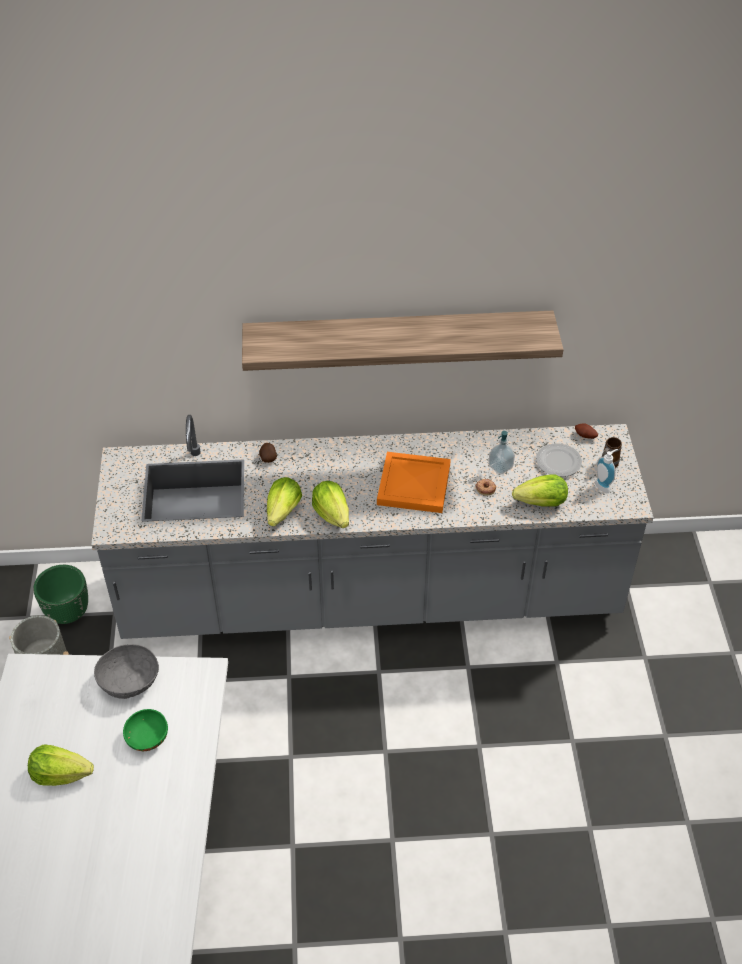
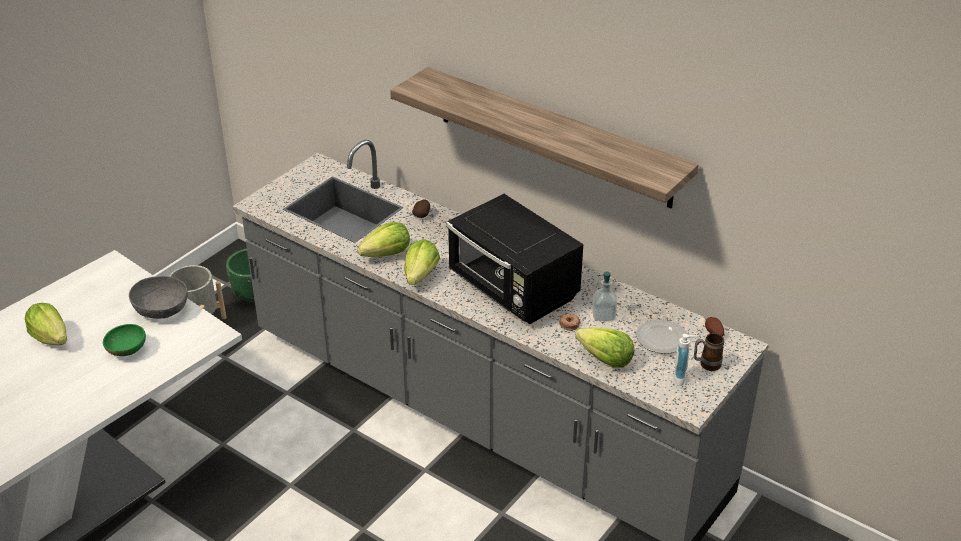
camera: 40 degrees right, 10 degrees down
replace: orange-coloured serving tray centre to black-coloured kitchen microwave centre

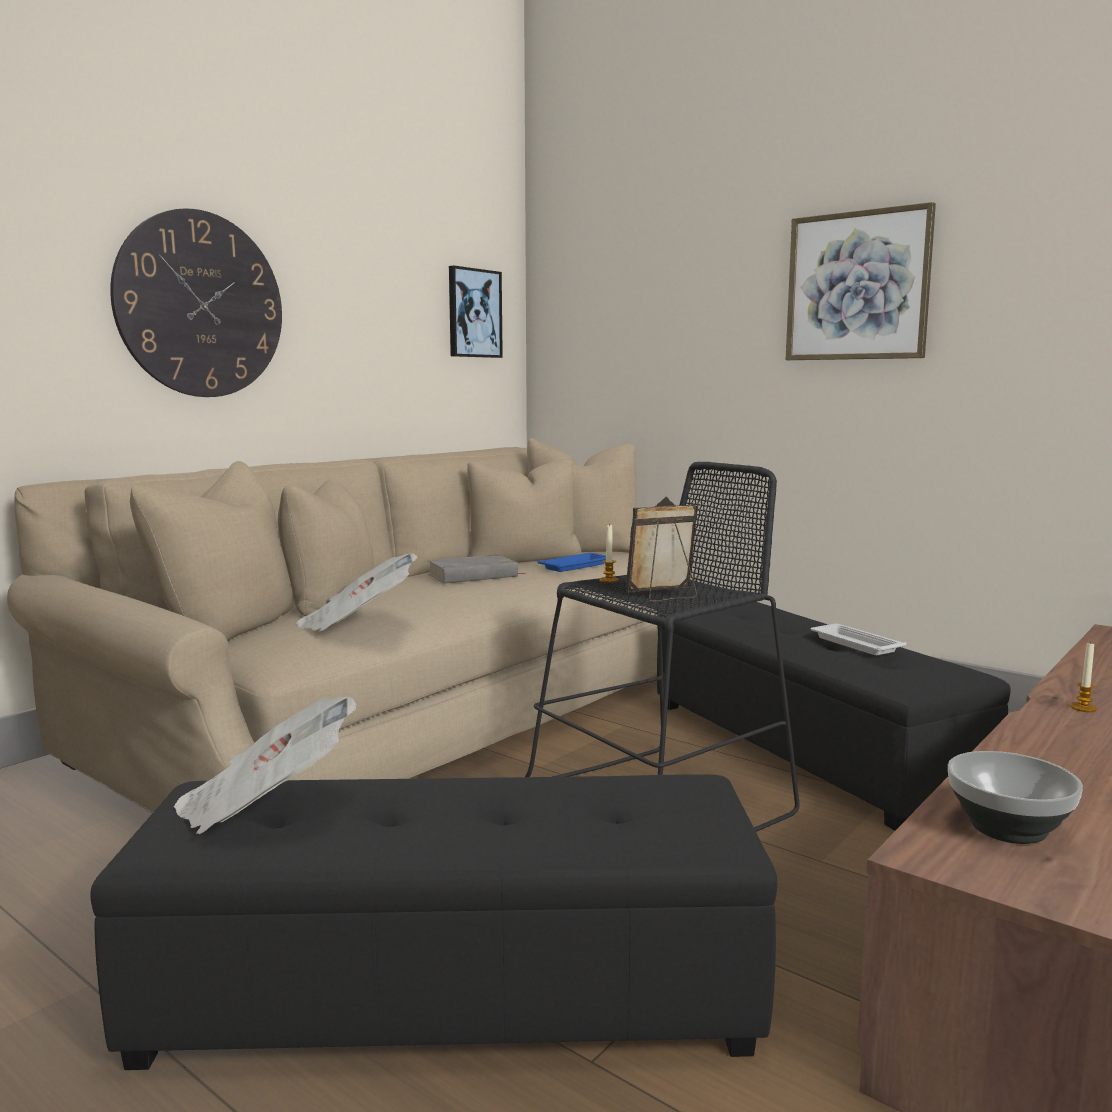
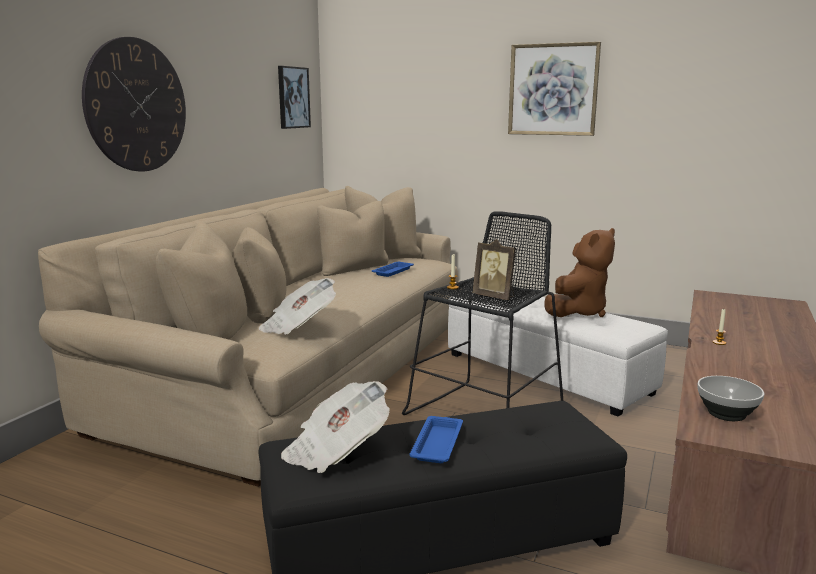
camera: 15 degrees left, 5 degrees up
delete: greyish book centre
insert: blue-coloured serving tray (2nd from left) bottom centre
replace: white serving tray middle right to brown-coloured cuddly toy middle right
recolor: black-coloured pouffe (2nd from left) middle right to white pouffe middle right
rotate: photo frame centre = centre 105 degrees counterclockwise

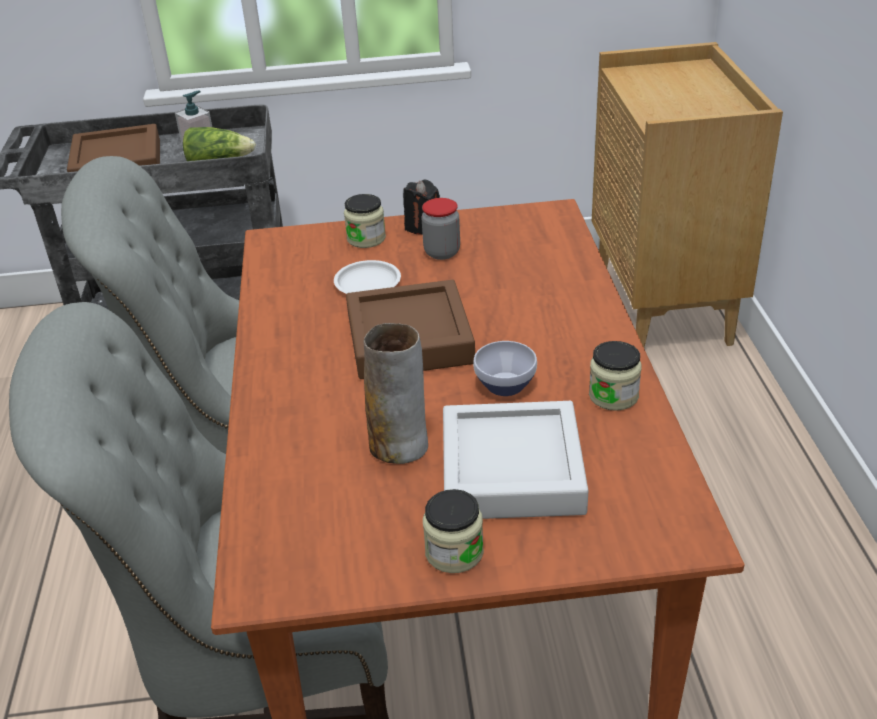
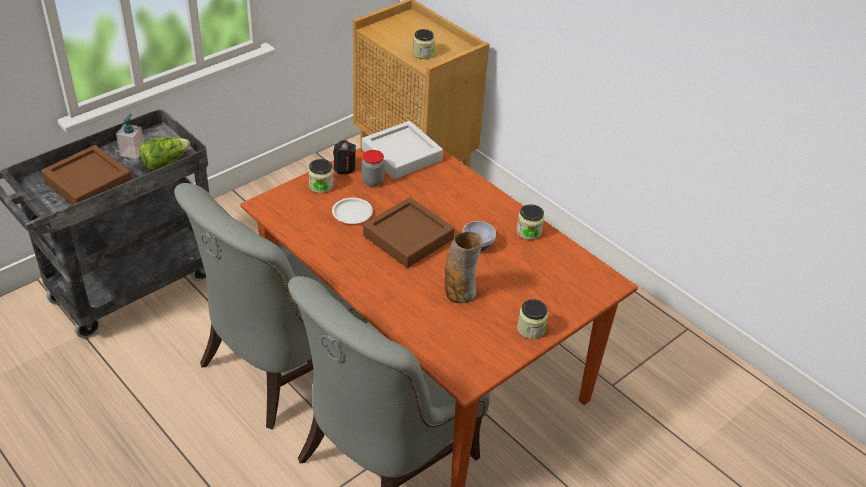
camera: 40 degrees left, 5 degrees up
insert: jar (3rd from left) top centre
move: greyish serving tray centre to top centre

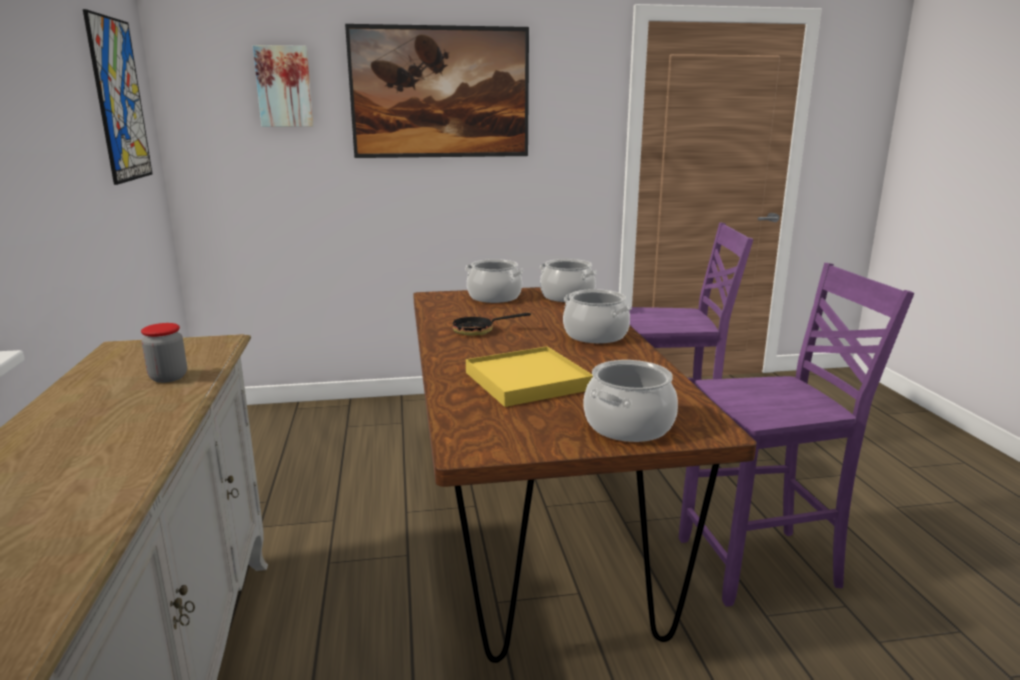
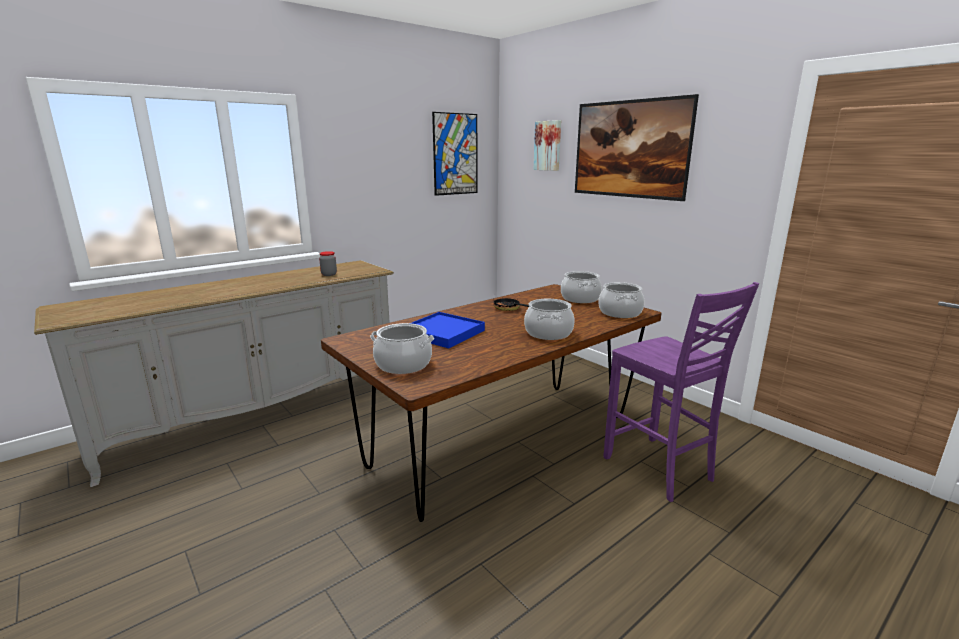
camera: 60 degrees right, 0 degrees up
delete: purple-coloured upright chair (2nd from left) middle right
recolor: yellow-coloured serving tray centre to blue-coloured serving tray centre

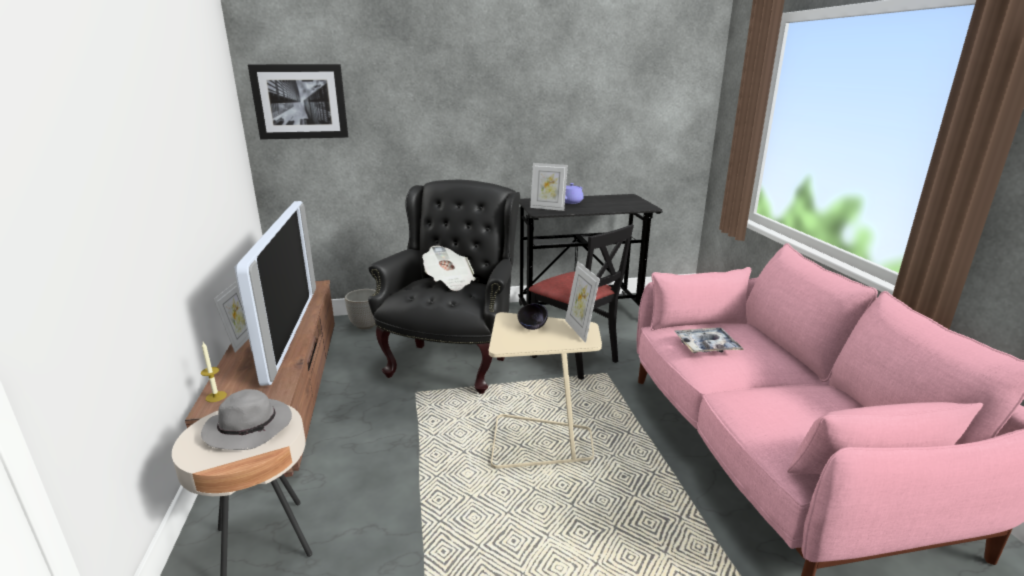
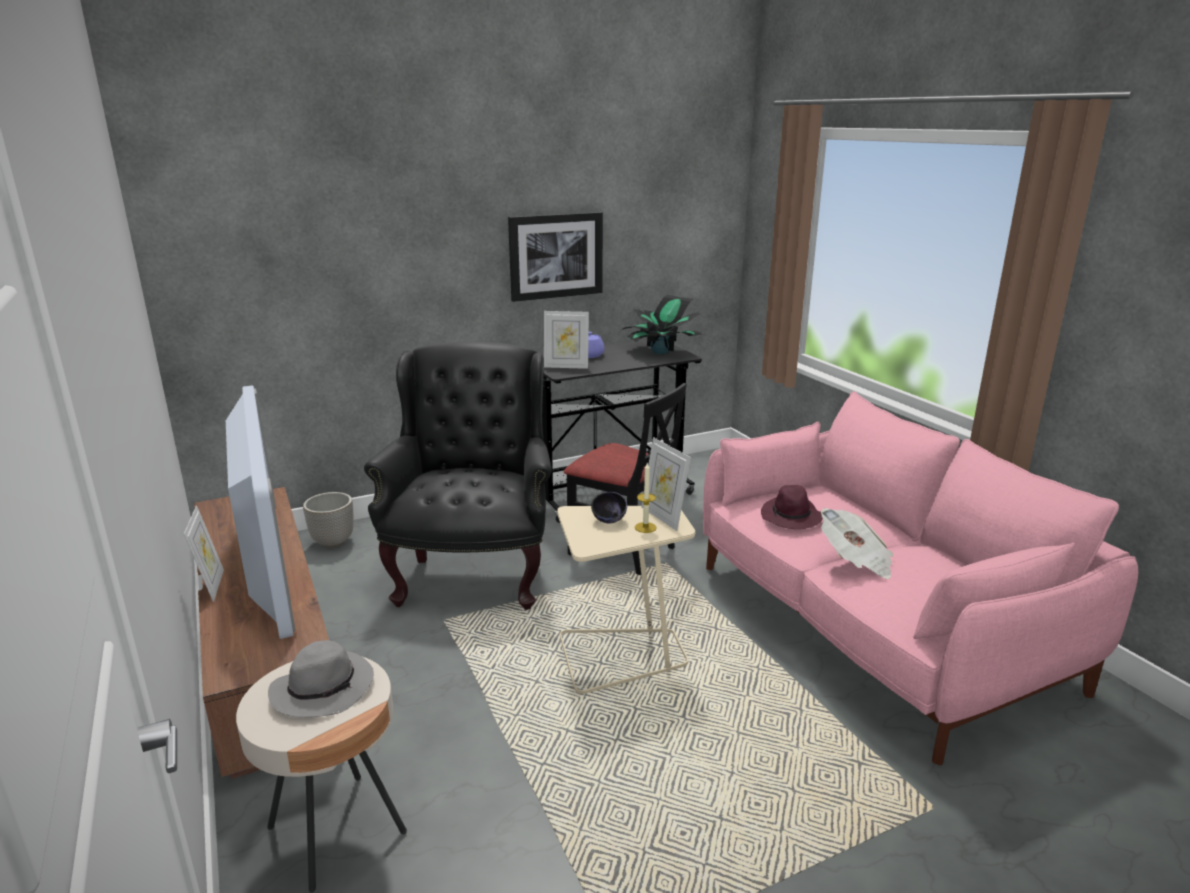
camera: 15 degrees left, 0 degrees up
insert: houseplant centre
move: wax light middle left to centre; picture top left to top centre; printed paper centre to middle right
replace: serving tray middle right to purple-coloured clothing hat centre

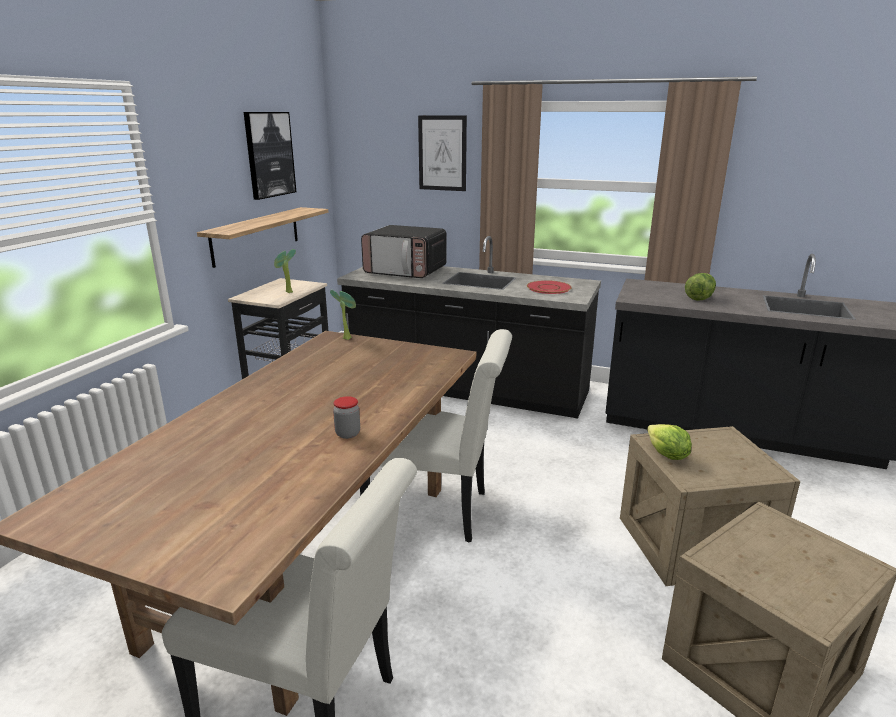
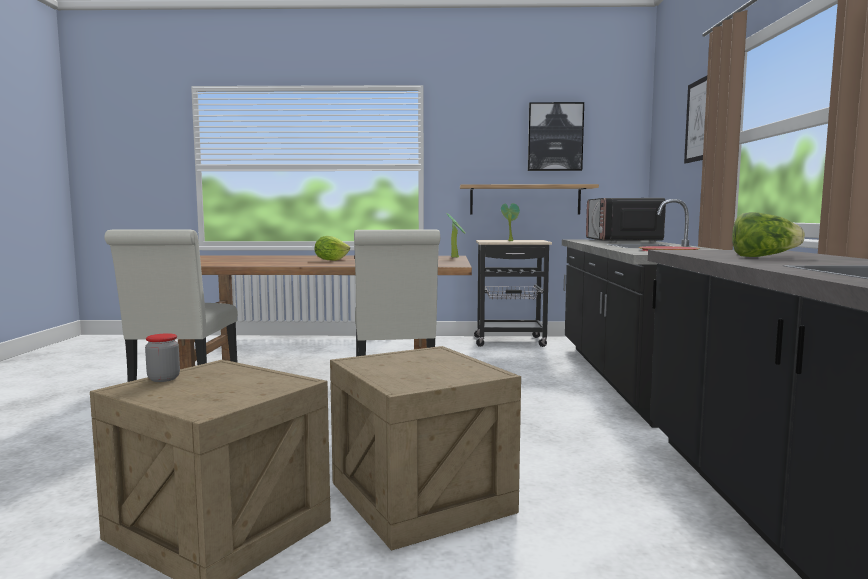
camera: 70 degrees right, 15 degrees down
move: jar centre to middle left; lettuce head (1st from left) middle right to centre

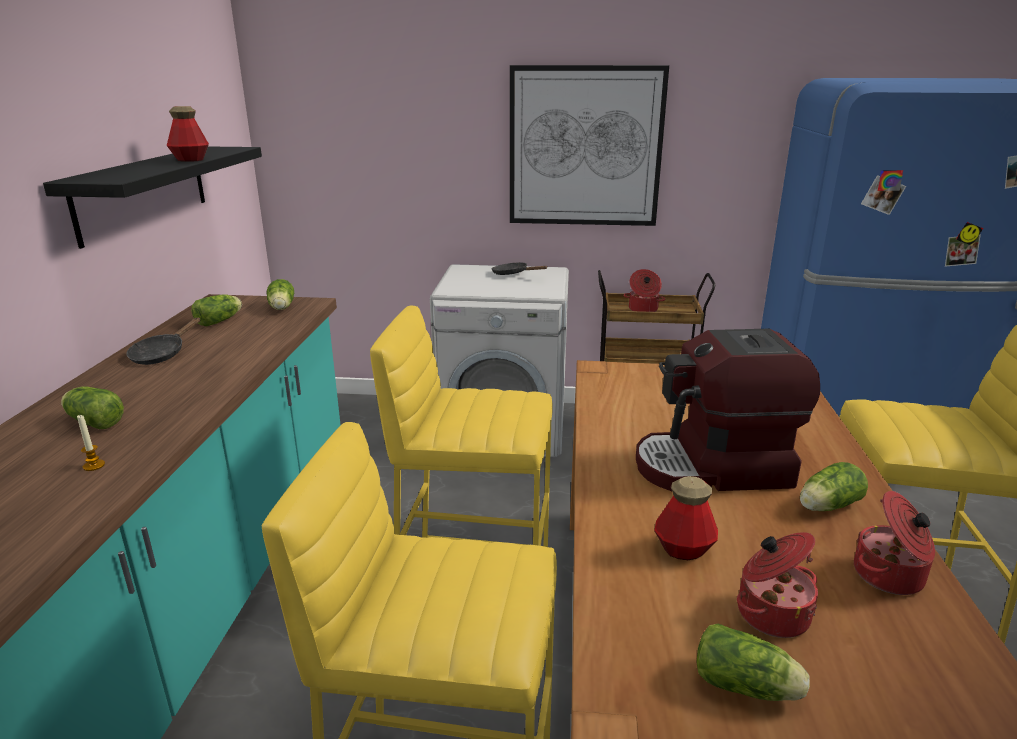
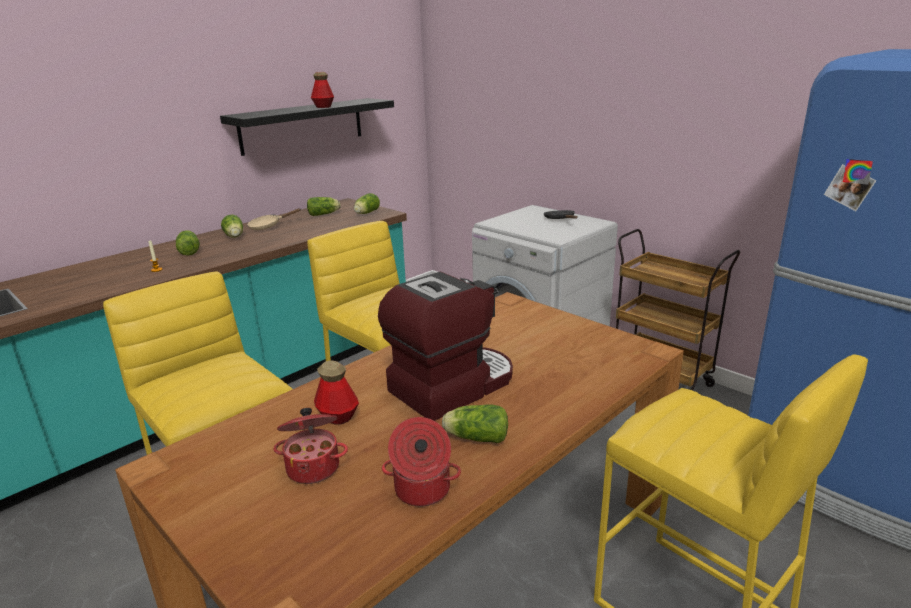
camera: 40 degrees right, 0 degrees up
delete: picture top centre; stockpot (1st from left) centre
move: lettuce head (4th from left in the first image) bottom right to lettuce head (2nd from left) middle left
recolor: black-coloured pan (1st from left) middle left to beige-coloured pan middle left
rotate: coffee machine middle right = centre 105 degrees clockwise

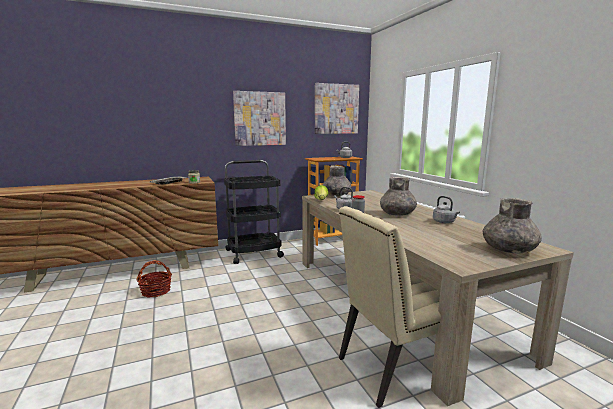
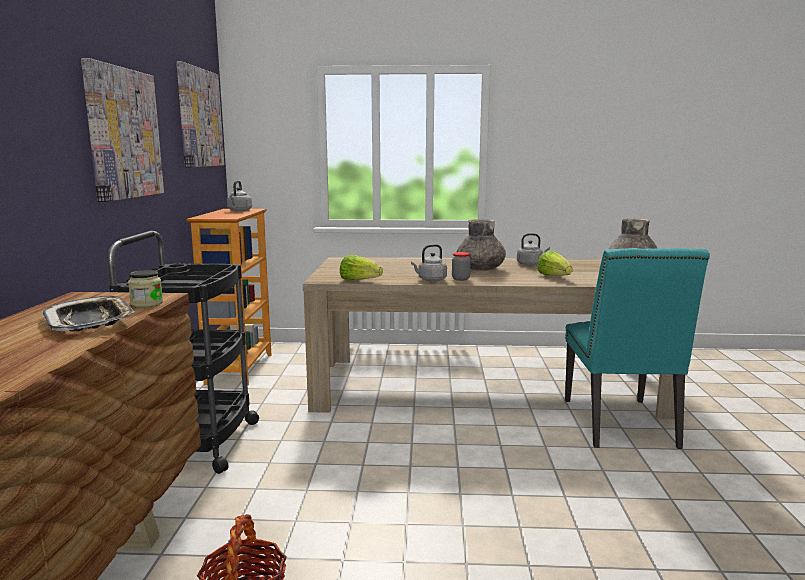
camera: 65 degrees left, 0 degrees up
delete: greyish flower vase (1st from left) centre
insert: lettuce head (2nd from left) middle right
recolor: beige-coloured upright chair bottom centre to turquoise upright chair middle right

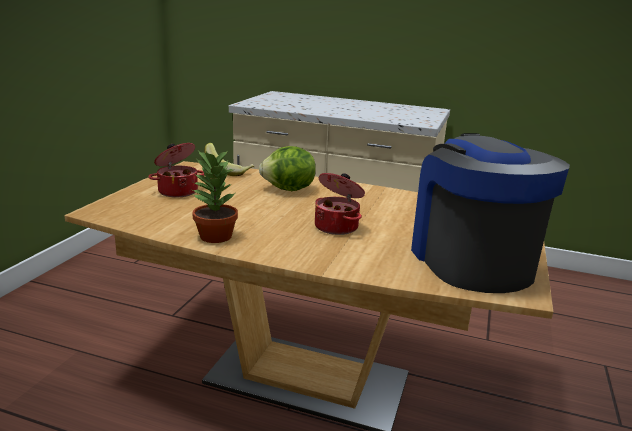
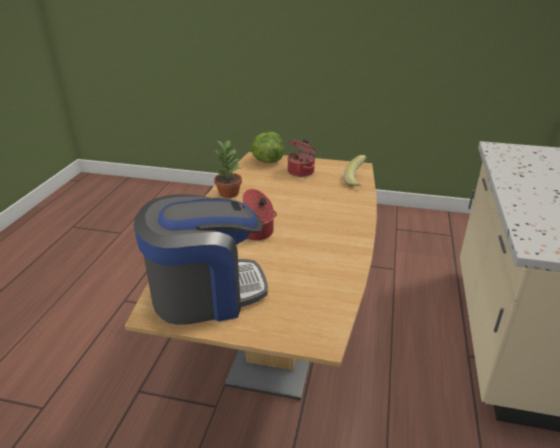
camera: 85 degrees right, 10 degrees up
move: lettuce head centre to top centre

